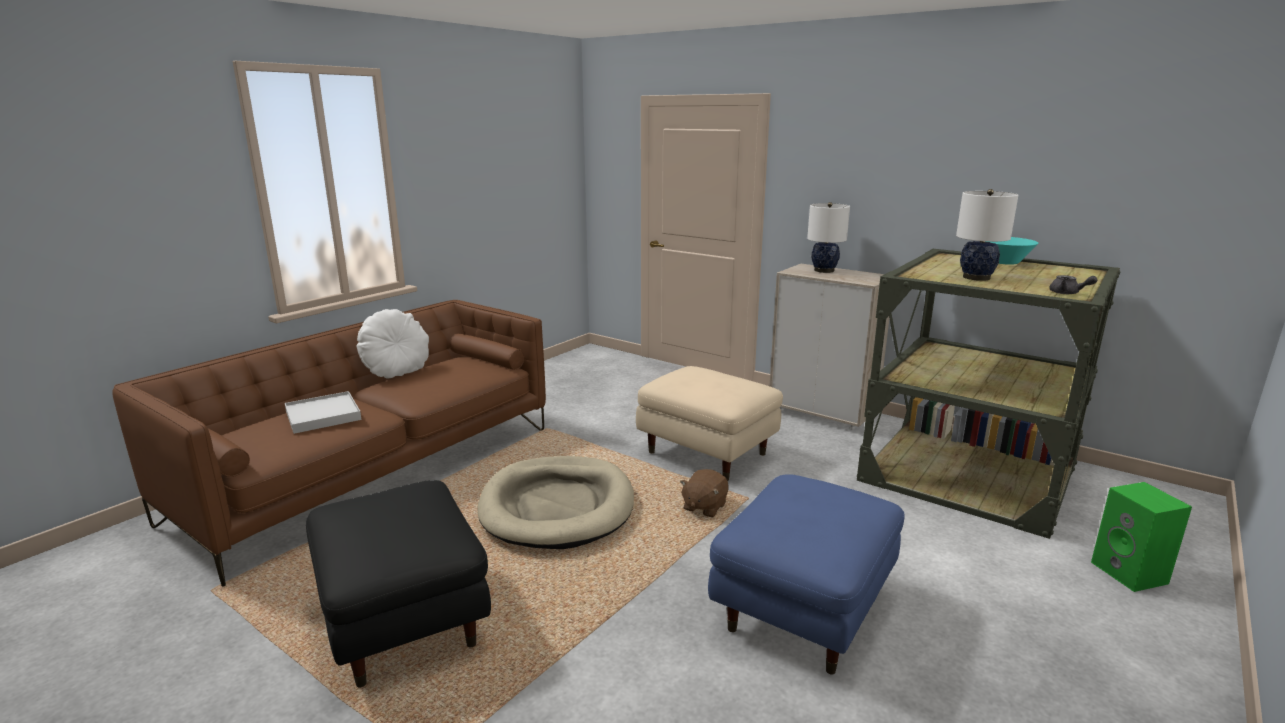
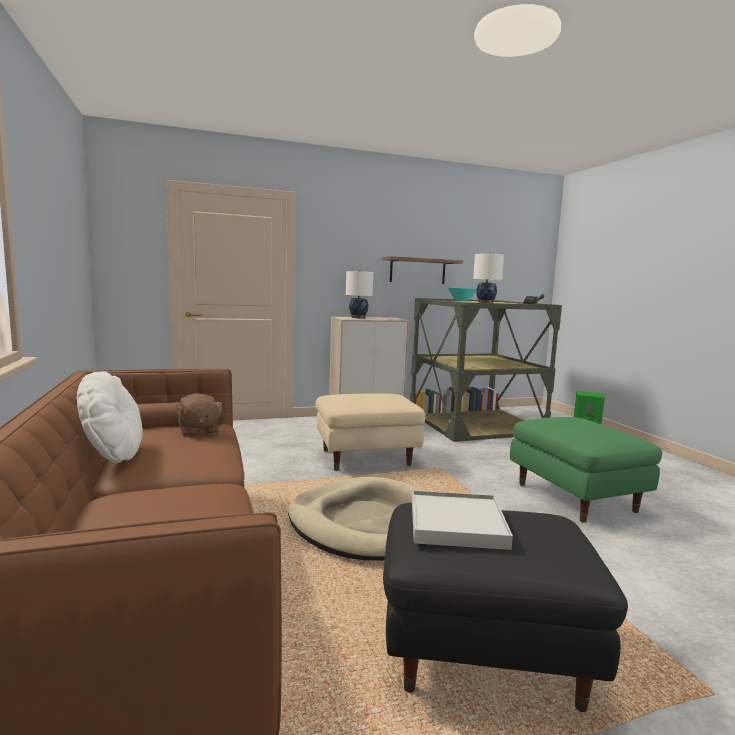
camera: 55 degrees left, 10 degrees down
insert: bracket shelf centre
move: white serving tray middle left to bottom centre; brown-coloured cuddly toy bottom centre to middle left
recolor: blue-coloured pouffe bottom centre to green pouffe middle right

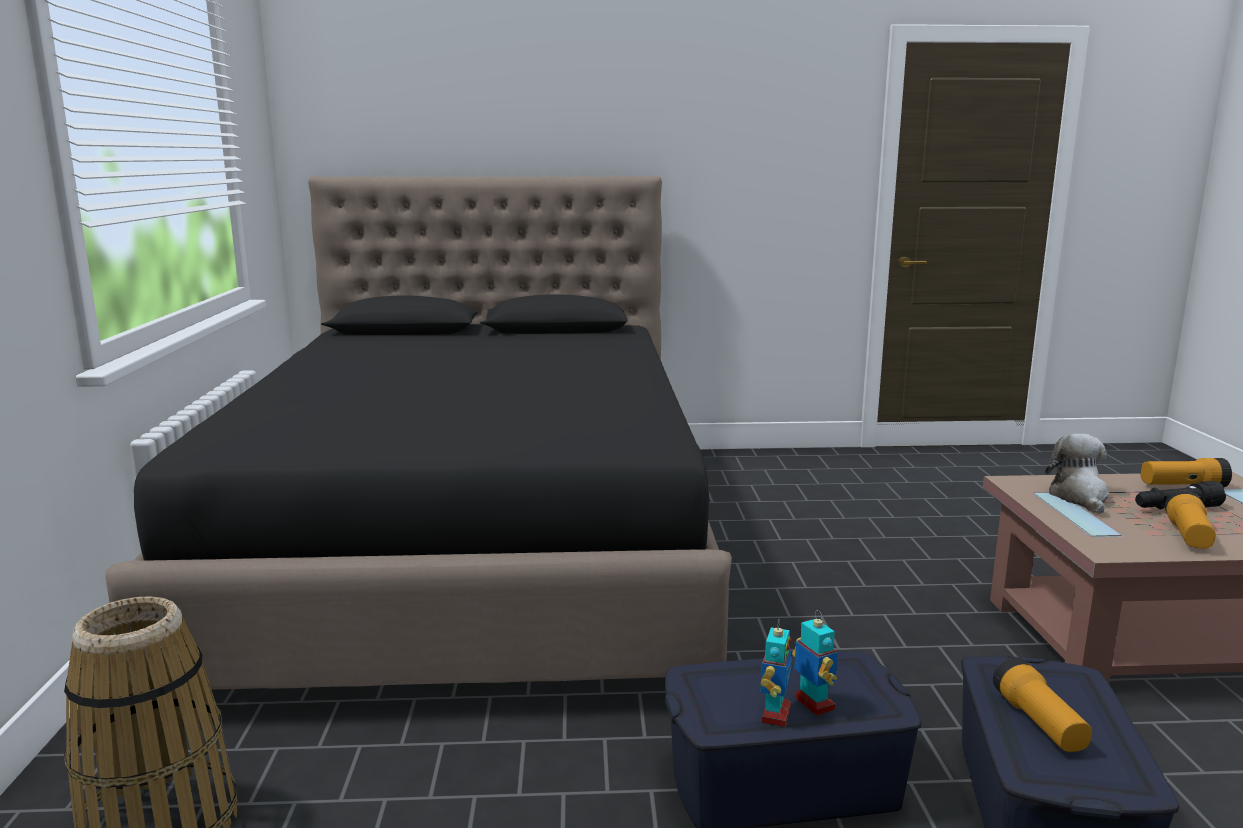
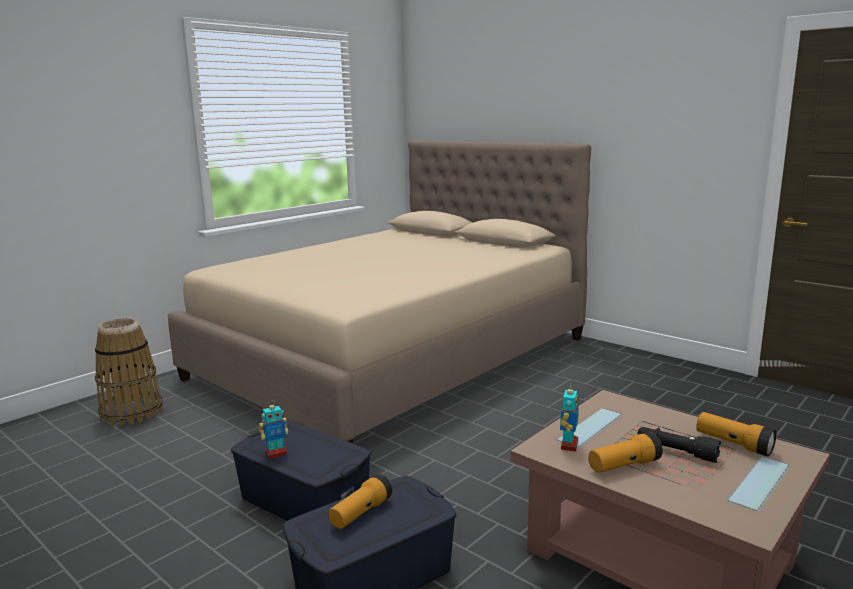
camera: 45 degrees right, 0 degrees up
delete: cuddly toy middle right
move: robot figure (2nd from left) bottom centre to bottom right
recolor: black-coloured bedroom bed centre to beige-coloured bedroom bed centre

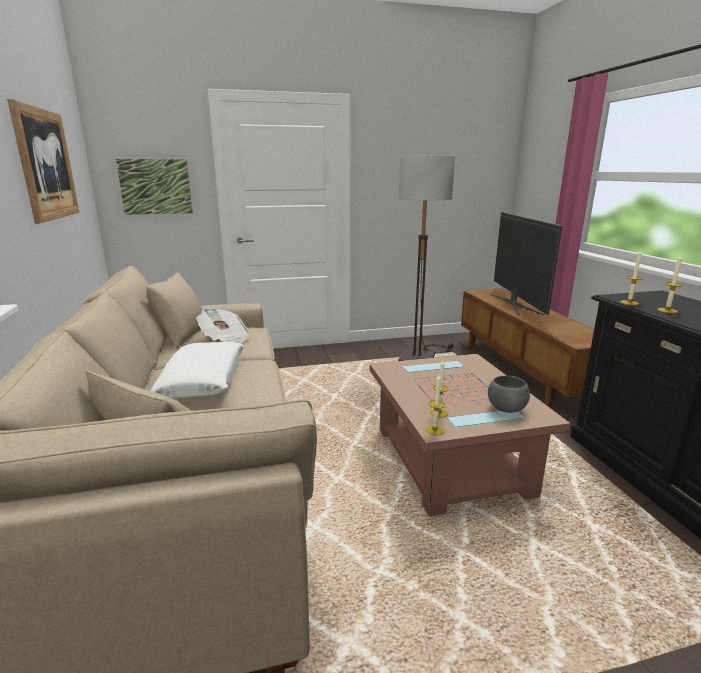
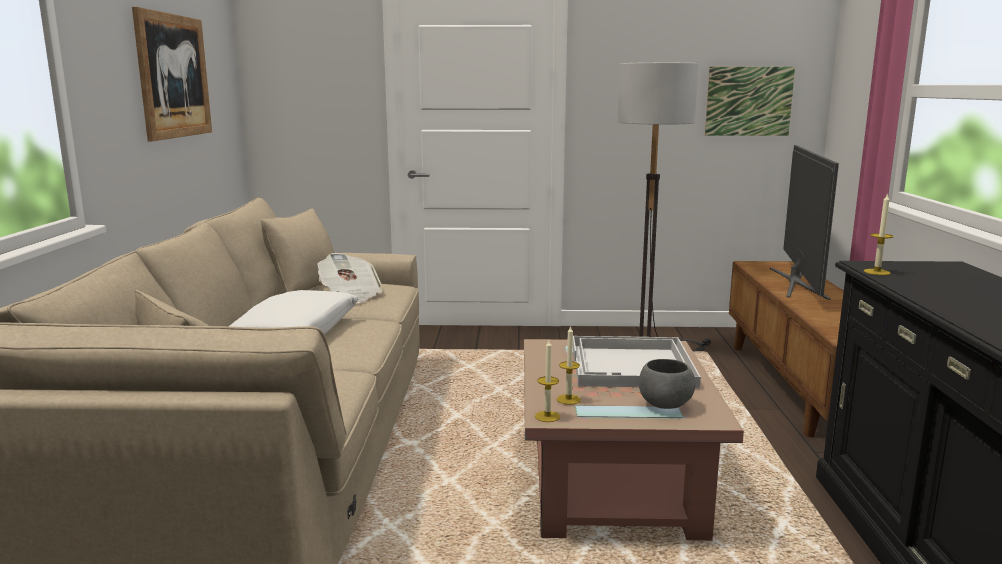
camera: 15 degrees right, 5 degrees down
delete: wax light (4th from left) middle right
insert: white serving tray centre
move: picture (2nd from left) top left to top right

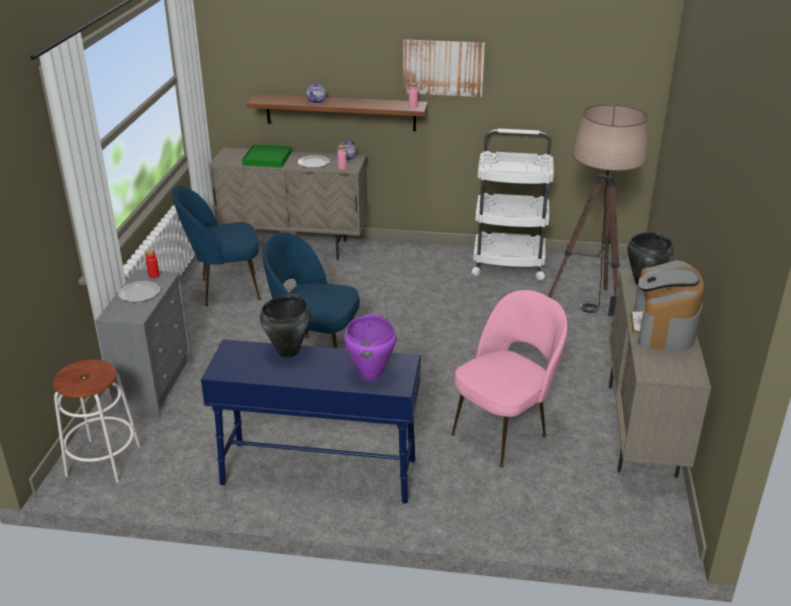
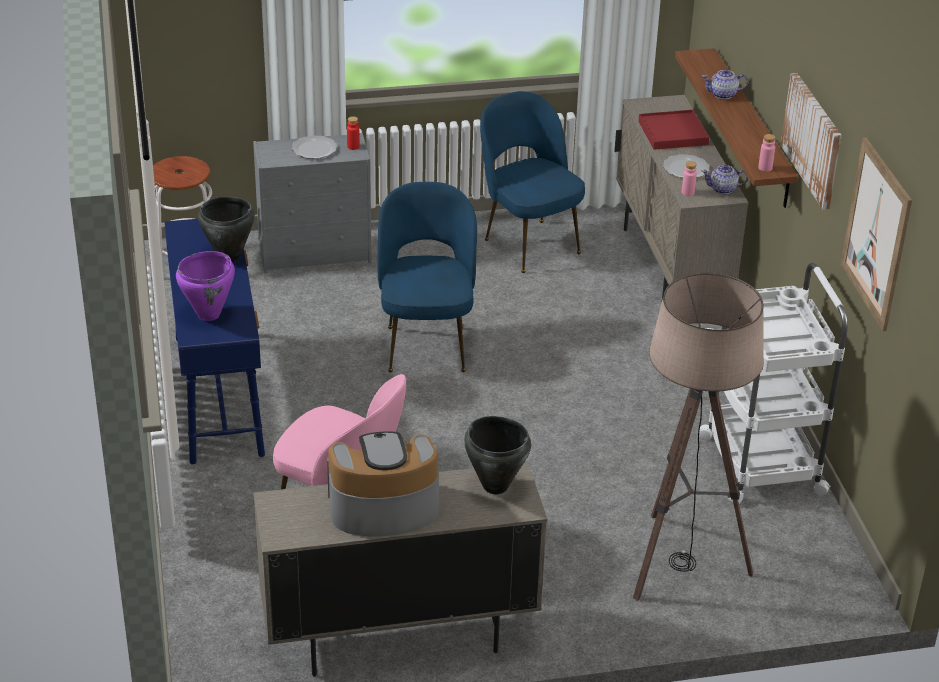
camera: 70 degrees right, 5 degrees up
insert: picture (2nd from left) middle right
recolor: green serving tray top centre to red-coloured serving tray top right

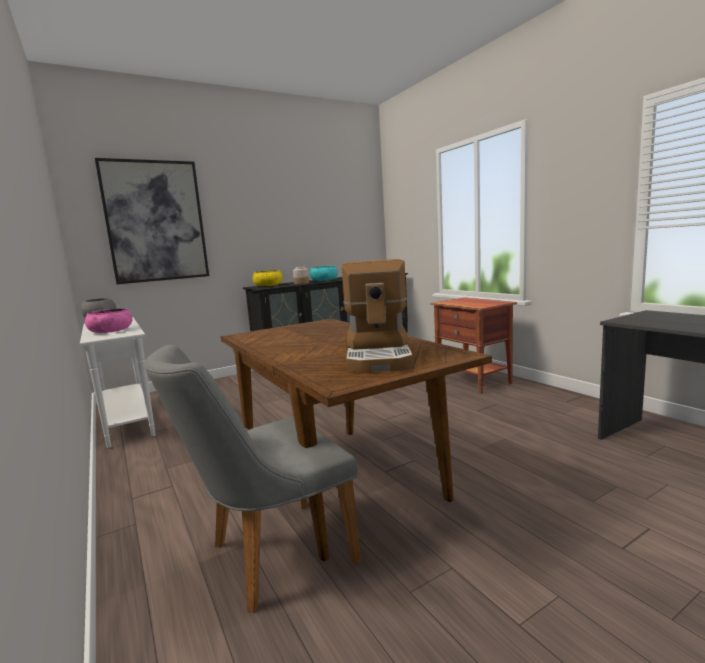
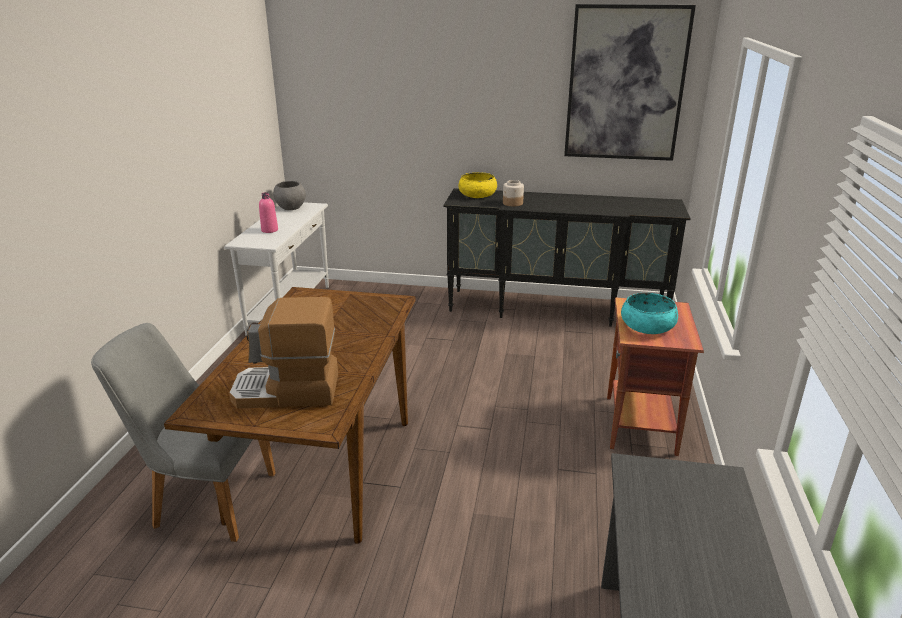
camera: 40 degrees right, 15 degrees up
move: picture middle left to top right; turquoise deep dish centre to middle right
replace: pinkish deep dish middle left to pinkish drink bottle middle left
rotate: coffee machine centre = middle left 45 degrees clockwise

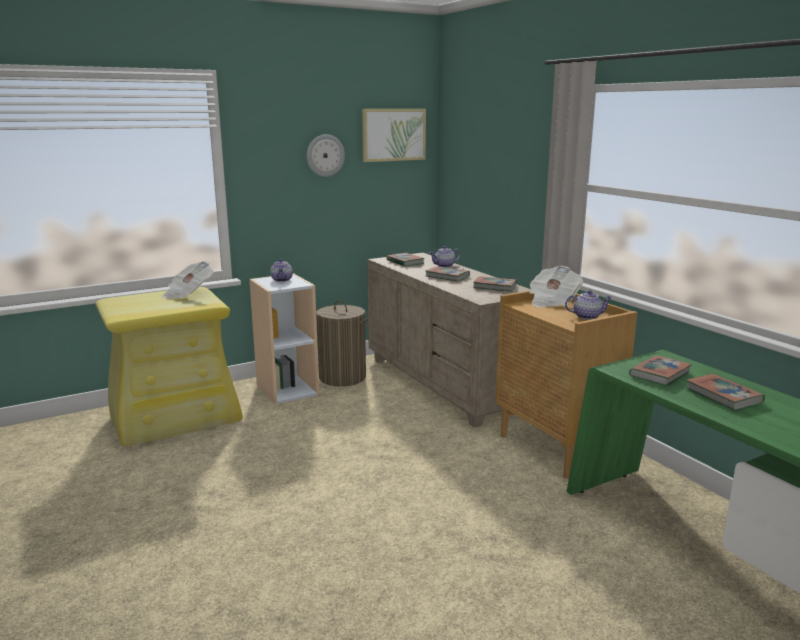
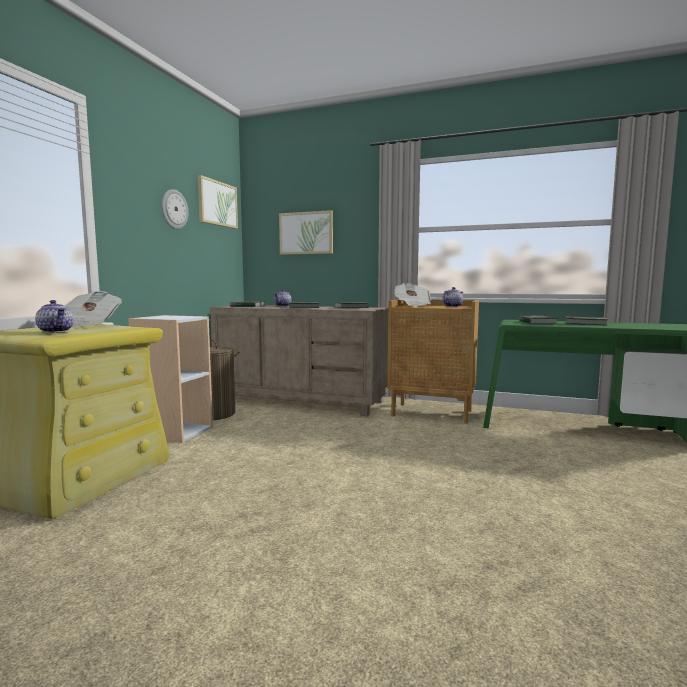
camera: 40 degrees left, 10 degrees down
insert: picture (2nd from left) centre
move: pot for tea (1st from left) centre to middle left

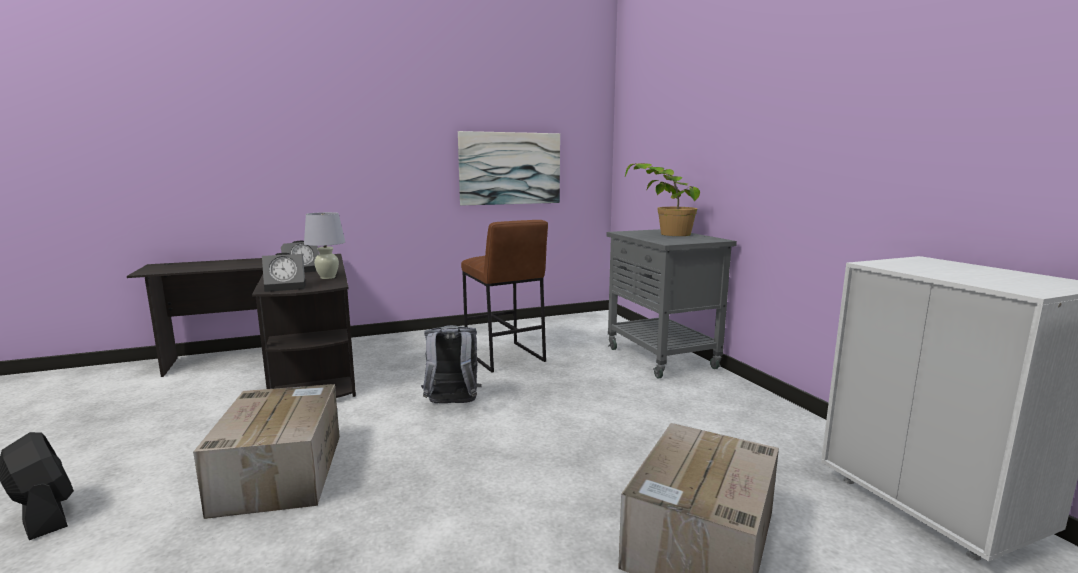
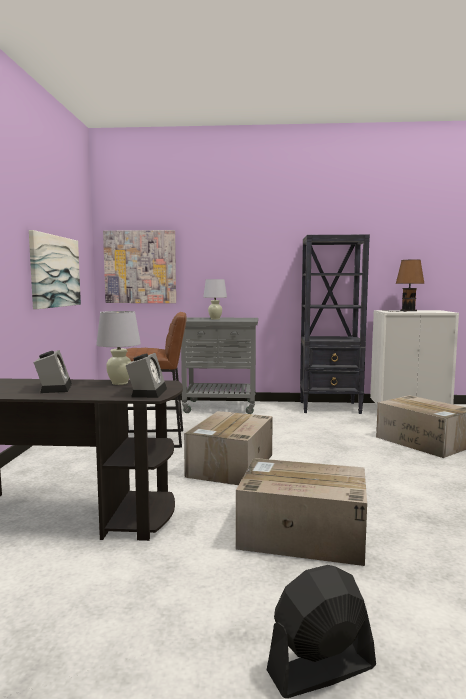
camera: 65 degrees left, 5 degrees down
insert: picture (2nd from left) middle left; black-coloured bookshelf middle right; brown-coloured tabletop lamp middle right
replace: greyish backpack centre to carton (1st from left) centre; houseplant centre to white tabletop lamp (2nd from left) centre

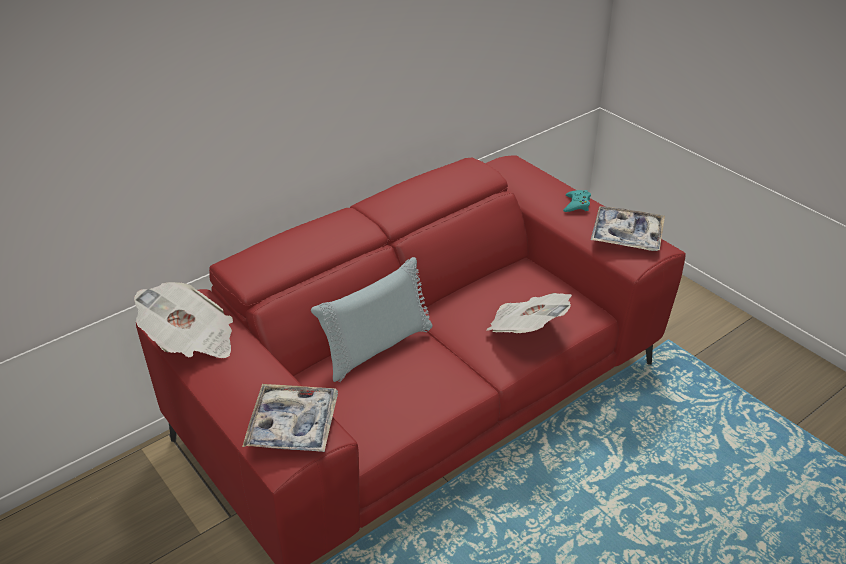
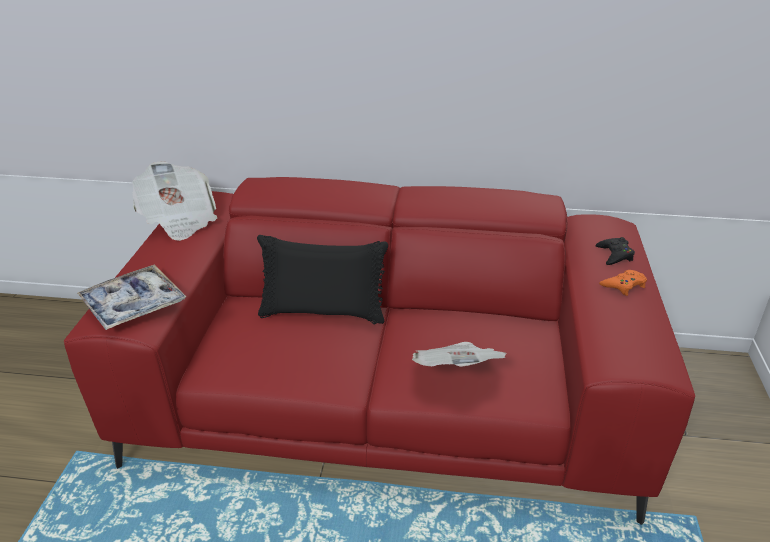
camera: 45 degrees right, 5 degrees down
delete: serving tray (2nd from left) middle right
insert: black-coloured gamepad middle right
recolor: blue-coloured throw pillow centre to black-coloured throw pillow centre; turquoise gamepad middle right to orange-coloured gamepad middle right

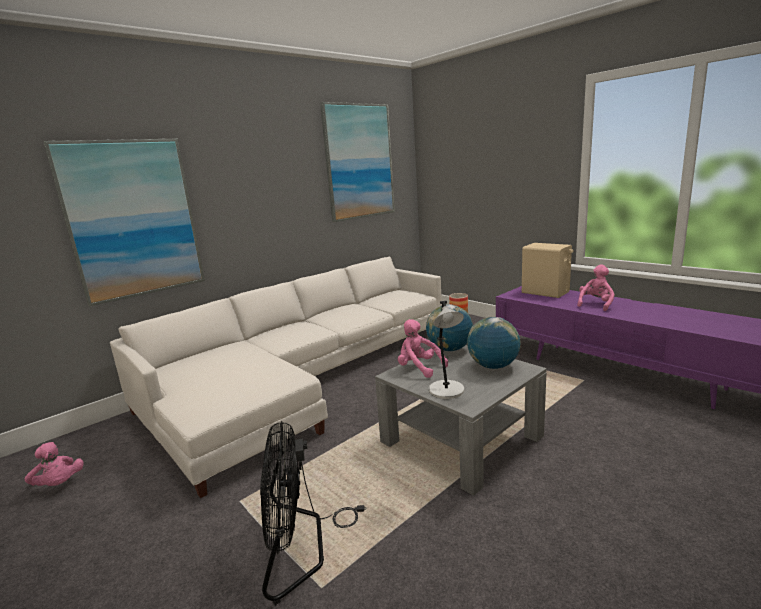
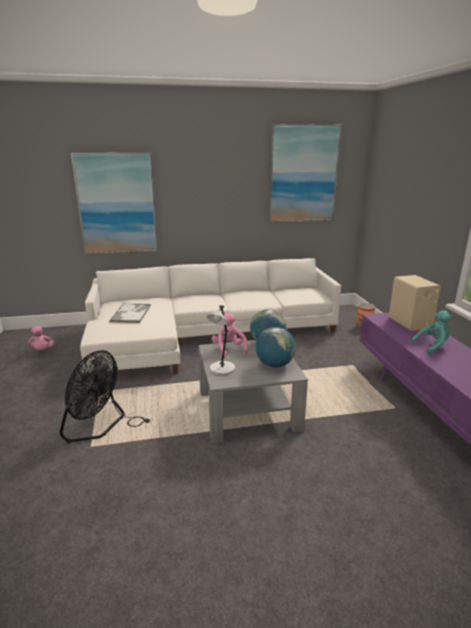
camera: 30 degrees right, 5 degrees up
insert: serving tray middle left
recolor: pinkish cuddly toy (3rd from left) middle right to turquoise cuddly toy middle right

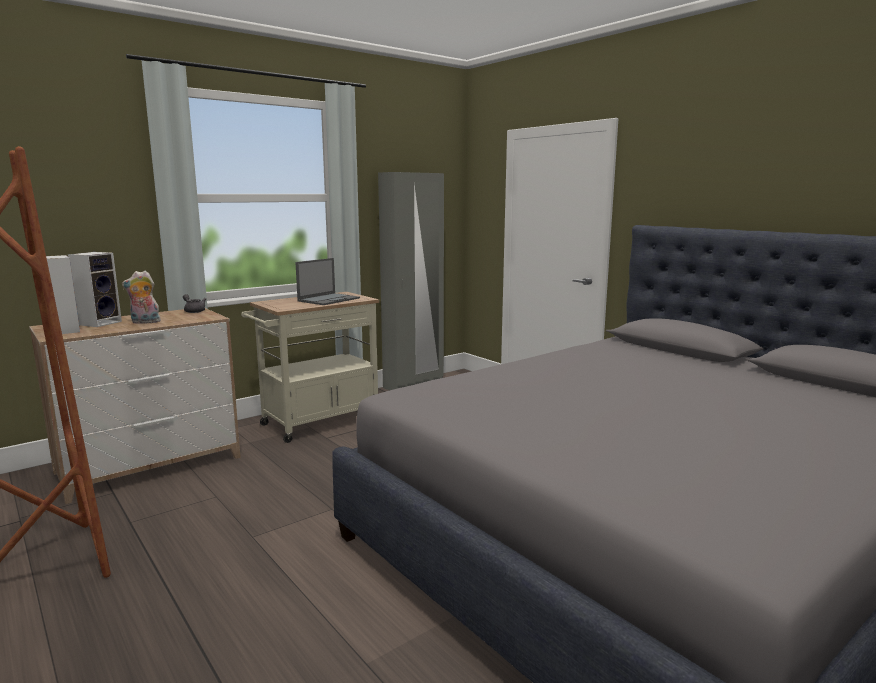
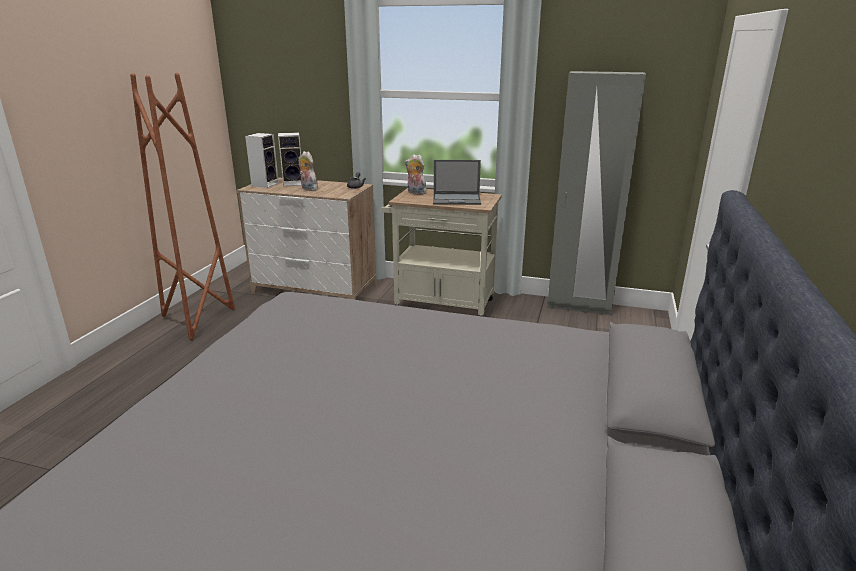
camera: 55 degrees right, 10 degrees up
insert: cuddly toy (2nd from left) top centre

